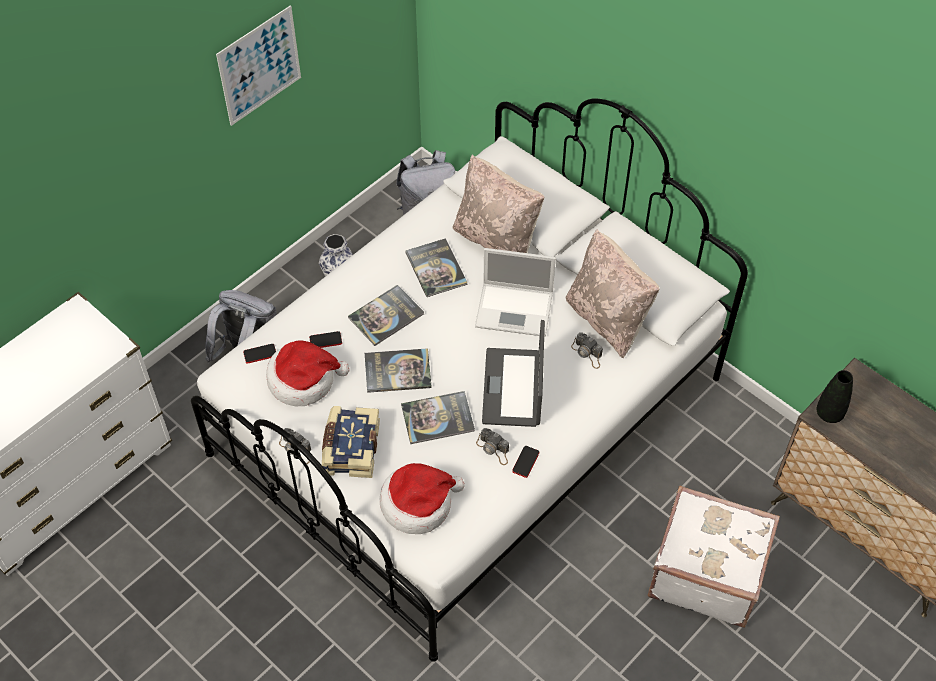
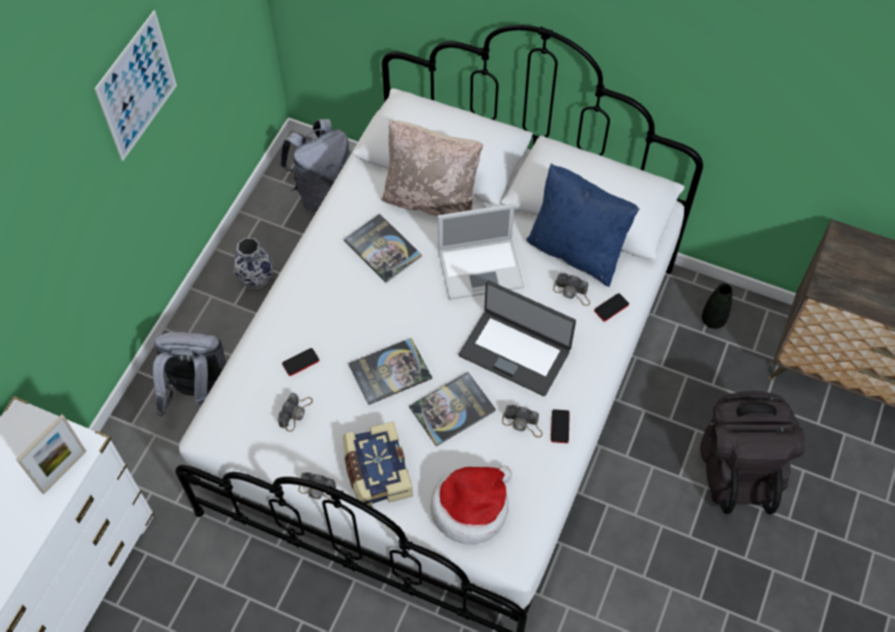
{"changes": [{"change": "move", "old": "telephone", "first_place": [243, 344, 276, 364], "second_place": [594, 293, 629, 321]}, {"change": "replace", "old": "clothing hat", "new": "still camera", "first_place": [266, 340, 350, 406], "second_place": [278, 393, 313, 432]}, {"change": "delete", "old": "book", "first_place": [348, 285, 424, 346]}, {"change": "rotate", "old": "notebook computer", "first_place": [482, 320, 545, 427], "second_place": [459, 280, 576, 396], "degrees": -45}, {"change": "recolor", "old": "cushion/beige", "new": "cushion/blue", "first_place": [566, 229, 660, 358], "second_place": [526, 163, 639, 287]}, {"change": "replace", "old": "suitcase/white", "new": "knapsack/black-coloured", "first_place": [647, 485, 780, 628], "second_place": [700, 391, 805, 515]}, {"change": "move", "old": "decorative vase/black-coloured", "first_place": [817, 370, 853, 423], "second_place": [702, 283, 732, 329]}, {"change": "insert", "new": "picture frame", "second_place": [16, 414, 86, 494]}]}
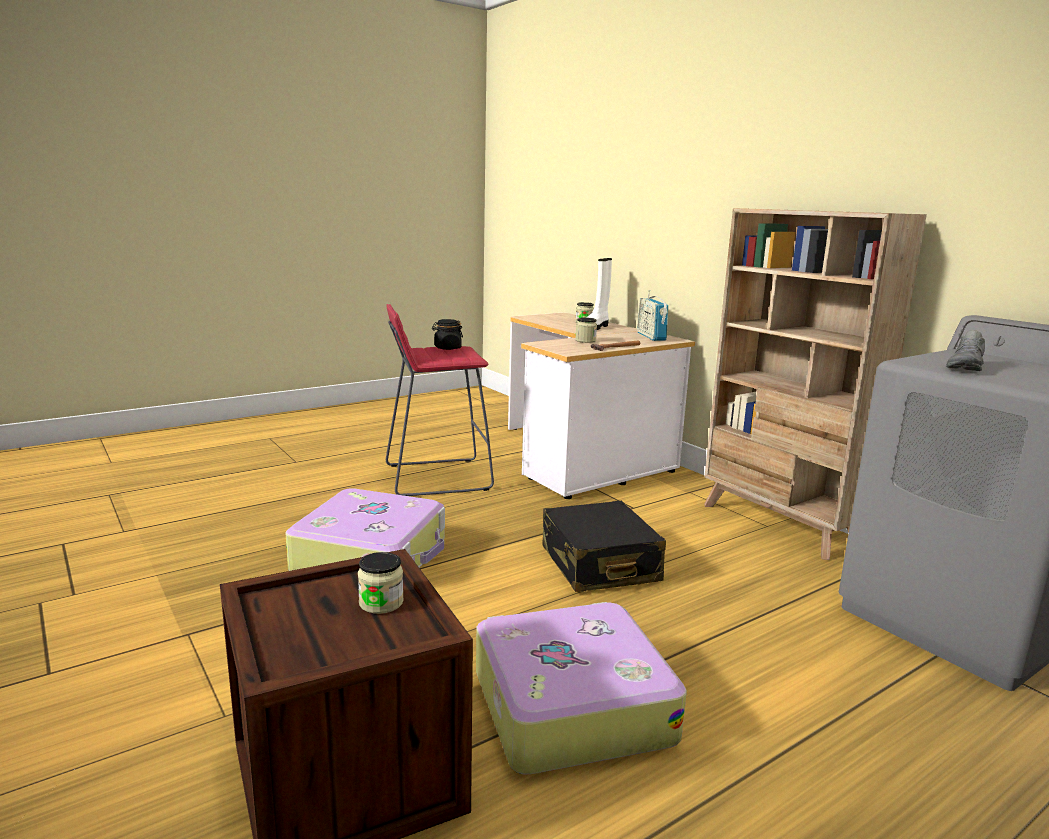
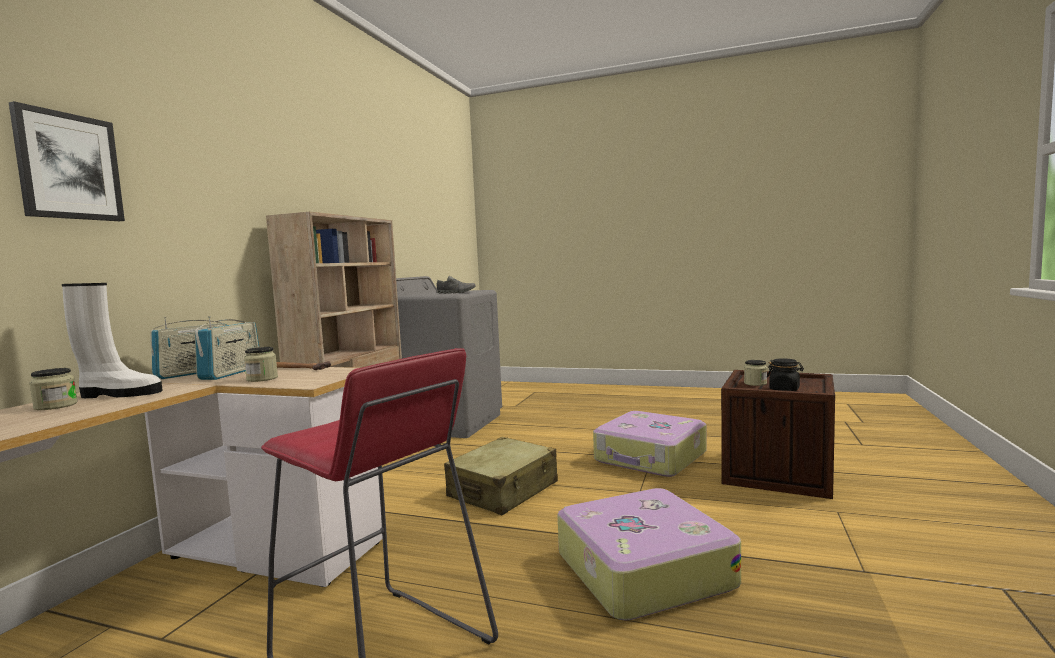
{"changes": [{"change": "move", "old": "storage jar/black-coloured", "first_place": [432, 319, 463, 350], "second_place": [767, 358, 804, 391]}, {"change": "recolor", "old": "suitcase/black-coloured", "new": "suitcase/beige", "first_place": [543, 501, 666, 592], "second_place": [444, 437, 558, 515]}, {"change": "insert", "new": "wall picture", "second_place": [9, 101, 125, 221]}, {"change": "insert", "new": "radio", "second_place": [194, 316, 259, 380]}]}
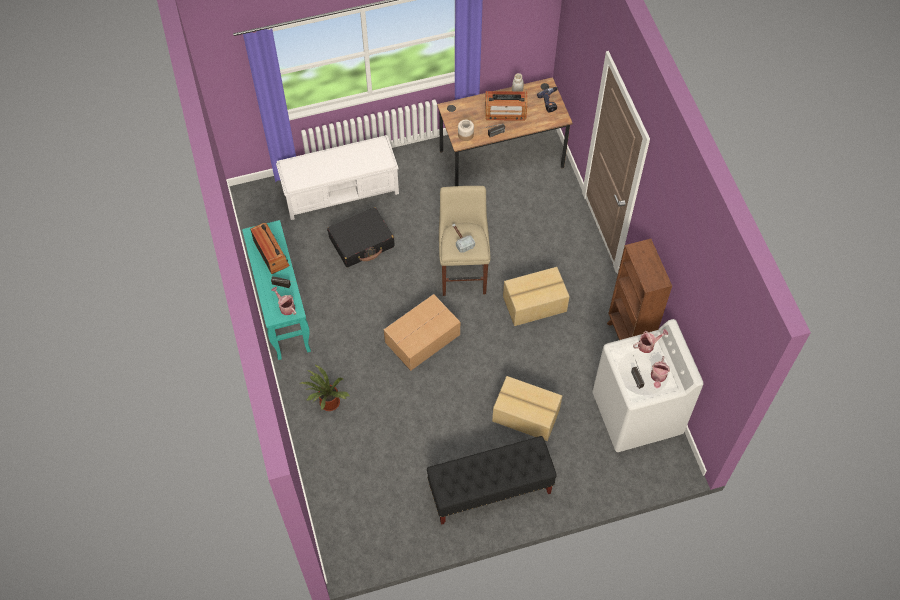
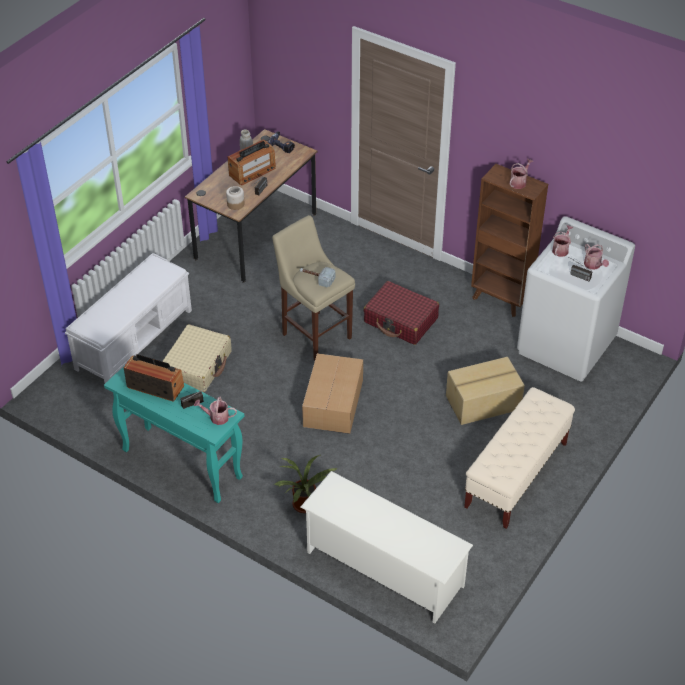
{"changes": [{"change": "recolor", "old": "suitcase/black-coloured", "new": "suitcase/beige", "first_place": [327, 207, 394, 267], "second_place": [162, 324, 232, 392]}, {"change": "recolor", "old": "indoor bench/black-coloured", "new": "indoor bench/beige", "first_place": [427, 436, 556, 525], "second_place": [464, 387, 575, 529]}, {"change": "replace", "old": "carton", "new": "suitcase/reddish", "first_place": [503, 267, 570, 326], "second_place": [364, 281, 439, 345]}, {"change": "insert", "new": "shoe shelf/white", "second_place": [300, 471, 473, 623]}, {"change": "insert", "new": "sprinkling can", "second_place": [509, 158, 534, 189]}]}
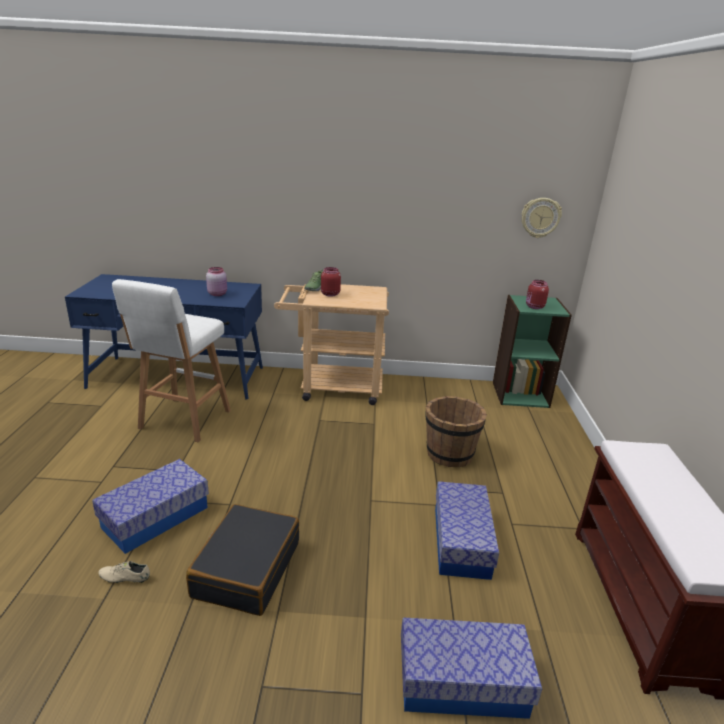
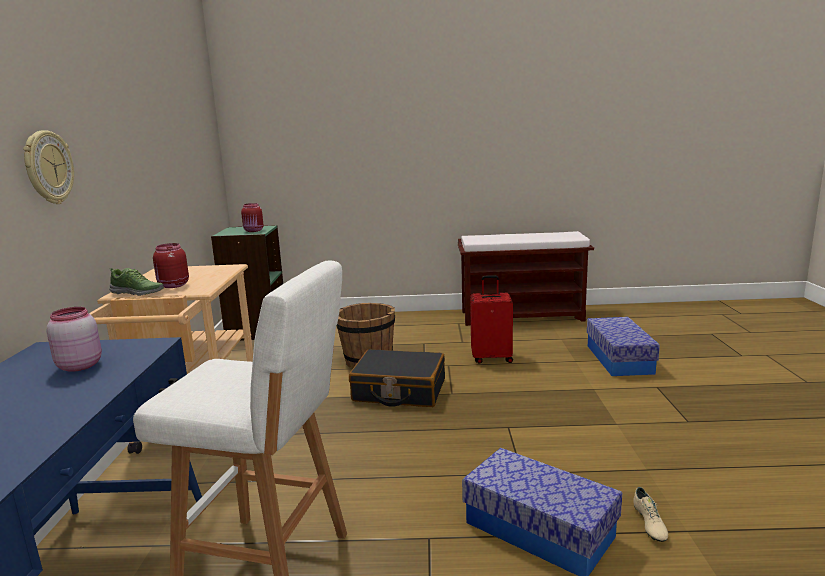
{"changes": [{"change": "move", "old": "suitcase/black-coloured", "first_place": [186, 504, 299, 616], "second_place": [349, 349, 445, 407]}, {"change": "replace", "old": "storage container", "new": "suitcase/reddish", "first_place": [435, 481, 499, 580], "second_place": [470, 275, 513, 364]}, {"change": "move", "old": "clock on the wall", "first_place": [522, 198, 562, 238], "second_place": [23, 130, 74, 204]}]}
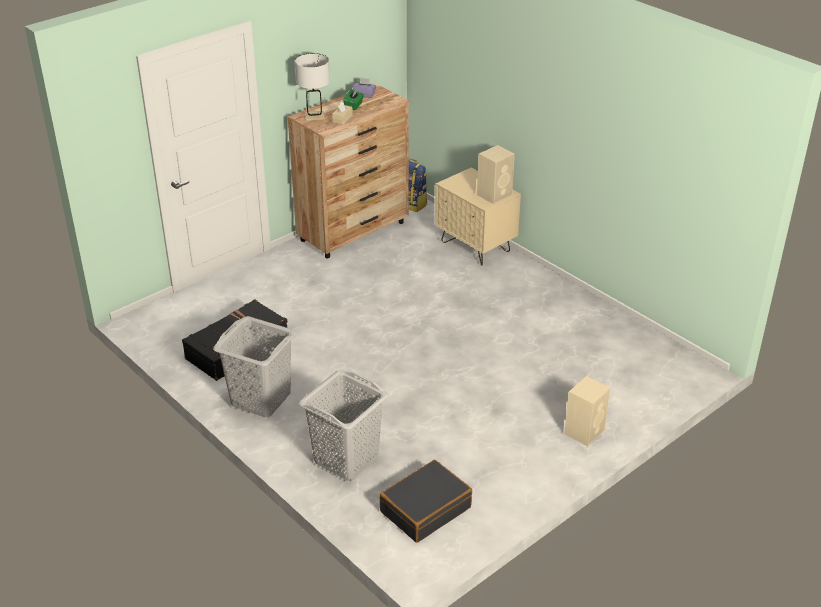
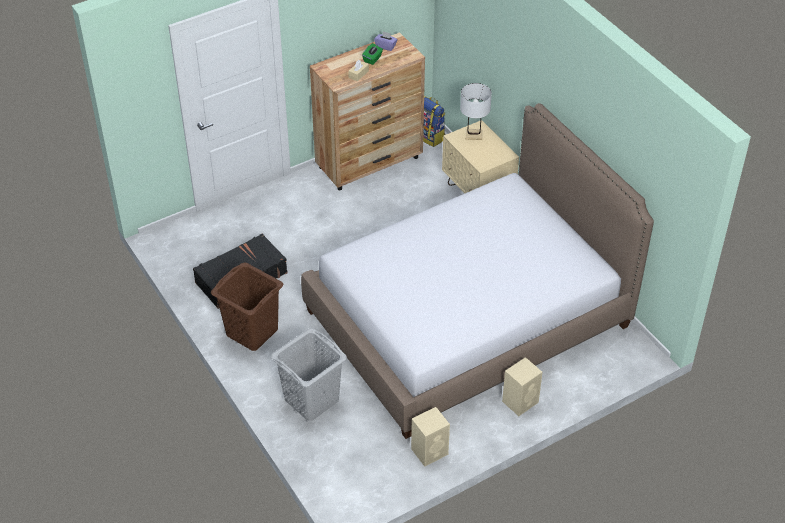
{"changes": [{"change": "recolor", "old": "hamper/greyish", "new": "hamper/brown", "first_place": [213, 316, 296, 417], "second_place": [211, 263, 283, 351]}, {"change": "move", "old": "lamp for a table/white", "first_place": [295, 53, 330, 121], "second_place": [460, 83, 492, 140]}, {"change": "delete", "old": "suitcase/black-coloured", "first_place": [380, 460, 472, 542]}, {"change": "move", "old": "loudspeaker/beige", "first_place": [477, 145, 515, 204], "second_place": [411, 407, 450, 467]}, {"change": "insert", "new": "bed", "second_place": [301, 103, 654, 439]}]}
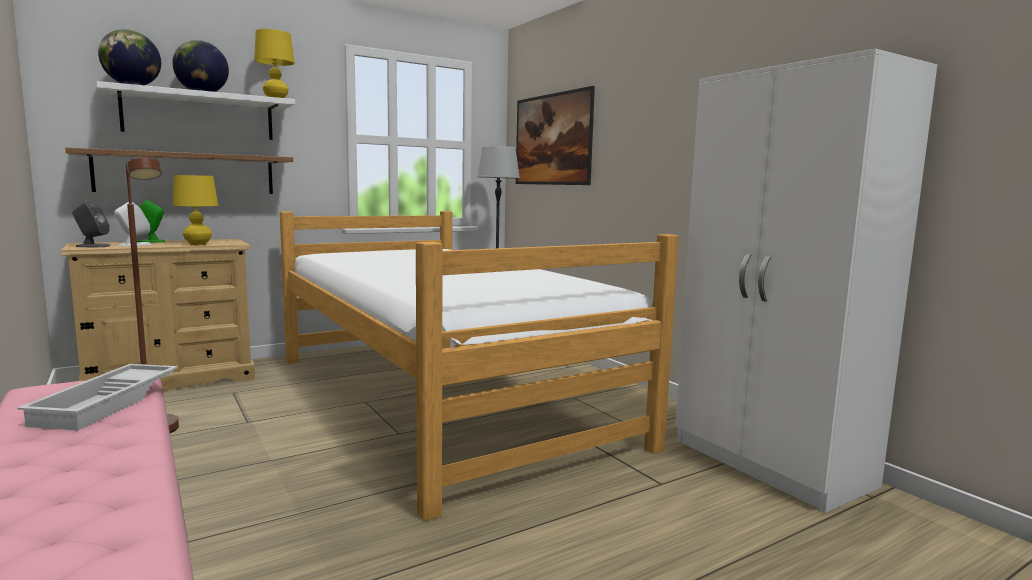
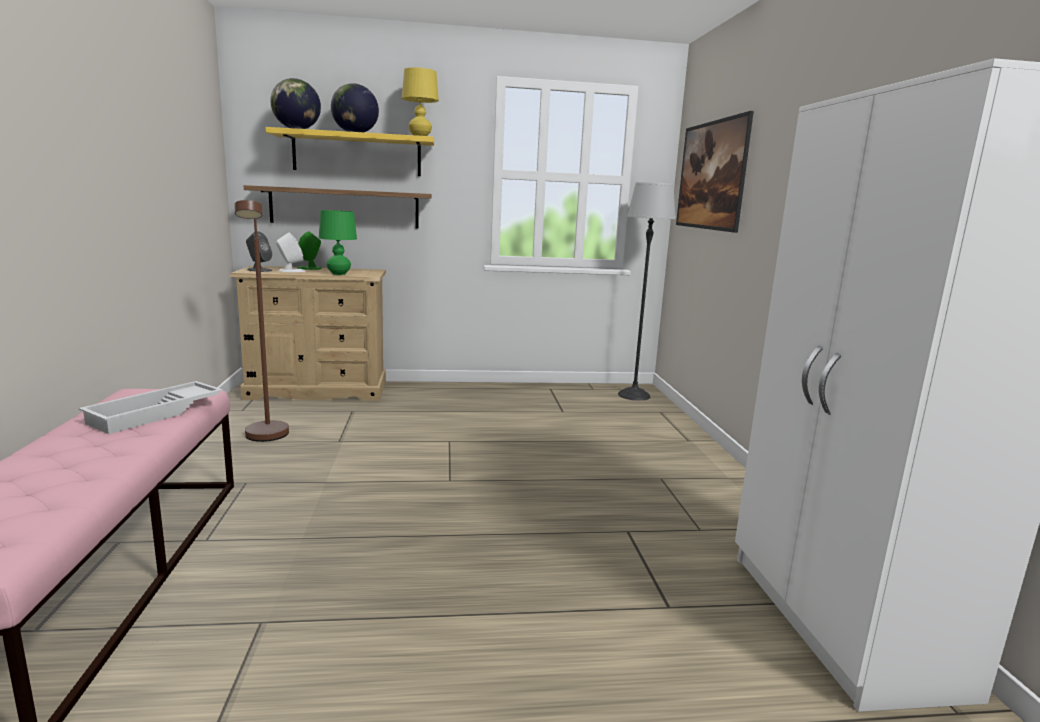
{"changes": [{"change": "recolor", "old": "bracket shelf/white", "new": "bracket shelf/yellow-coloured", "first_place": [96, 81, 295, 140], "second_place": [265, 127, 434, 176]}, {"change": "recolor", "old": "lamp for a table/yellow-coloured", "new": "lamp for a table/green-coloured", "first_place": [172, 175, 218, 245], "second_place": [319, 210, 357, 275]}, {"change": "delete", "old": "bed", "first_place": [280, 211, 679, 521]}]}
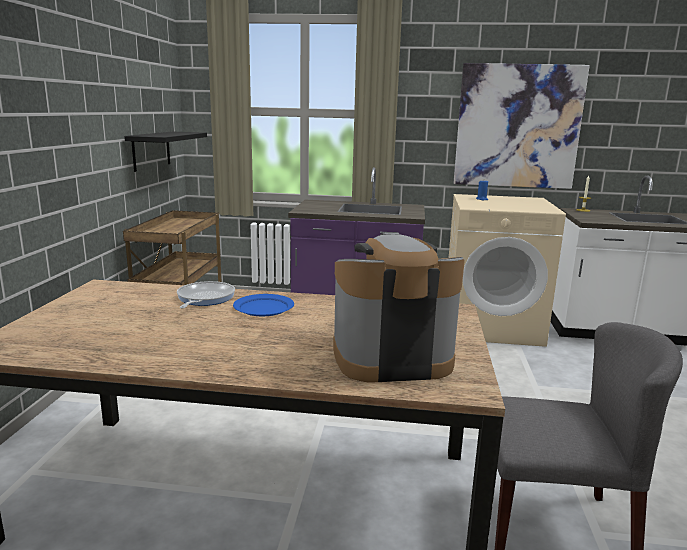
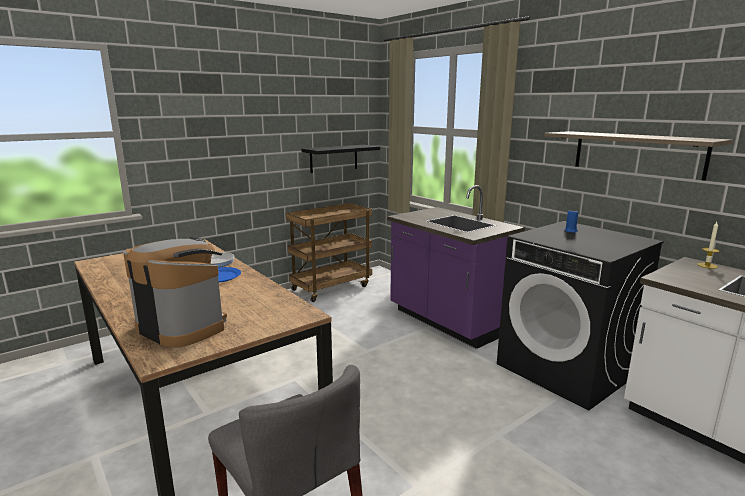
{"changes": [{"change": "recolor", "old": "washing machine/beige", "new": "washing machine/black-coloured", "first_place": [449, 194, 566, 347], "second_place": [497, 221, 664, 411]}, {"change": "replace", "old": "wall picture", "new": "bracket shelf", "first_place": [454, 63, 590, 189], "second_place": [544, 131, 733, 181]}]}
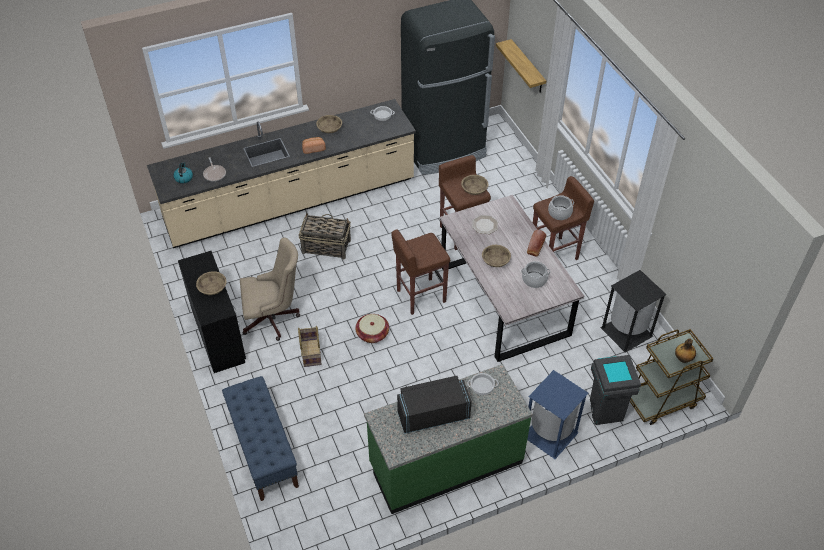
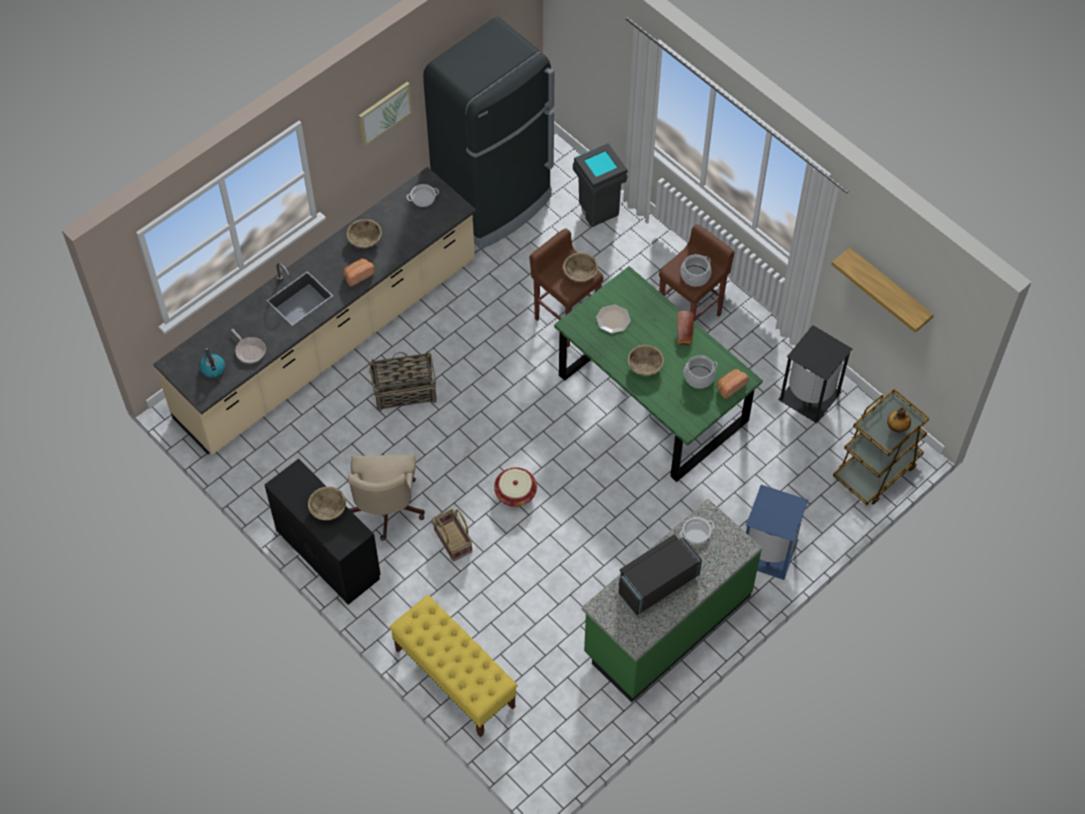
{"changes": [{"change": "recolor", "old": "indoor bench/blue", "new": "indoor bench/yellow-coloured", "first_place": [222, 376, 299, 501], "second_place": [389, 595, 518, 738]}, {"change": "rotate", "old": "desk chair/beige", "first_place": [240, 238, 300, 341], "second_place": [348, 455, 425, 541], "degrees": 120}, {"change": "delete", "old": "sitting stool/brown", "first_place": [391, 229, 450, 315]}, {"change": "recolor", "old": "dining table/greyish", "new": "dining table/green-coloured", "first_place": [440, 195, 584, 362], "second_place": [554, 266, 763, 482]}, {"change": "move", "old": "bracket shelf", "first_place": [496, 39, 546, 93], "second_place": [831, 248, 934, 333]}, {"change": "move", "old": "waste bin/greyish", "first_place": [590, 355, 641, 425], "second_place": [573, 143, 628, 227]}, {"change": "insert", "new": "wall picture", "second_place": [359, 82, 412, 146]}, {"change": "insert", "new": "bakery bread", "second_place": [717, 369, 749, 399]}]}
